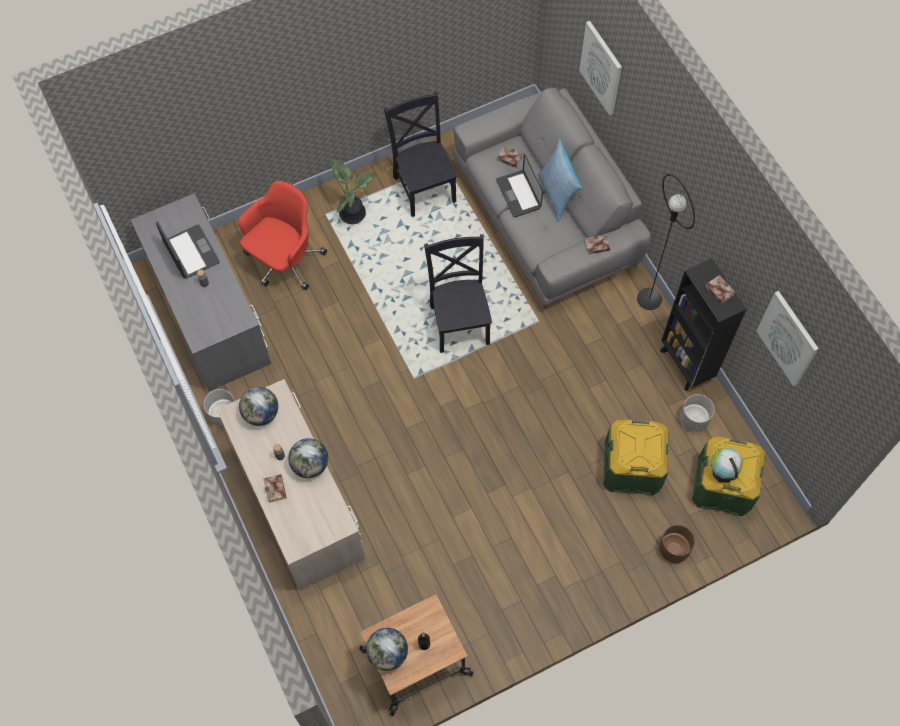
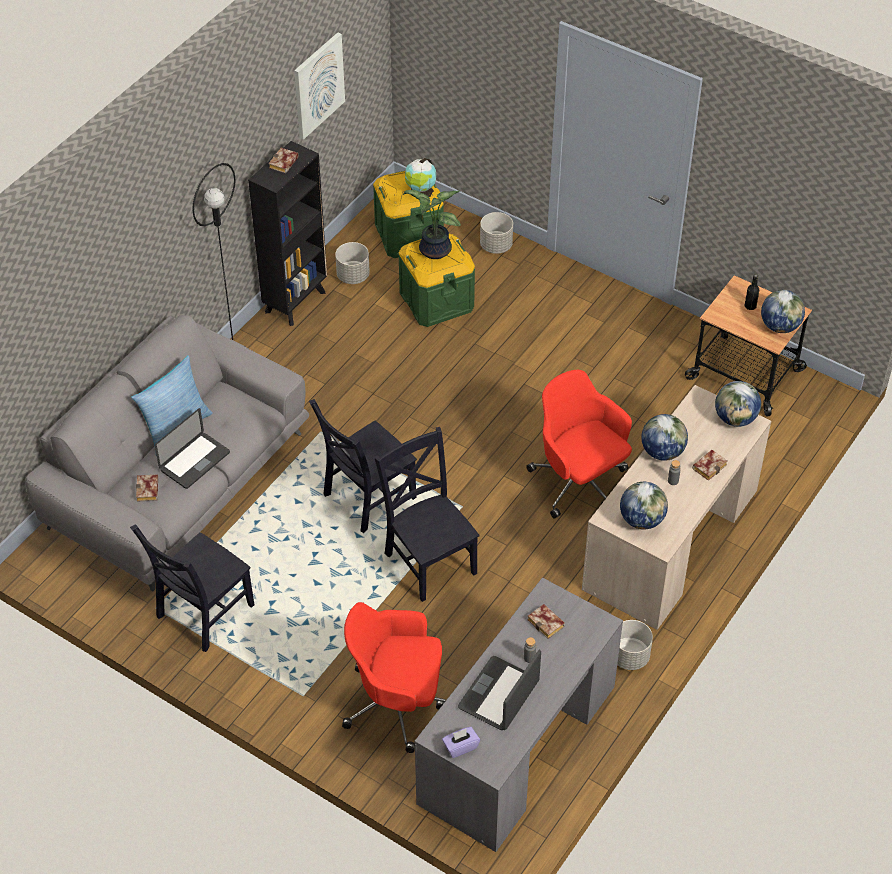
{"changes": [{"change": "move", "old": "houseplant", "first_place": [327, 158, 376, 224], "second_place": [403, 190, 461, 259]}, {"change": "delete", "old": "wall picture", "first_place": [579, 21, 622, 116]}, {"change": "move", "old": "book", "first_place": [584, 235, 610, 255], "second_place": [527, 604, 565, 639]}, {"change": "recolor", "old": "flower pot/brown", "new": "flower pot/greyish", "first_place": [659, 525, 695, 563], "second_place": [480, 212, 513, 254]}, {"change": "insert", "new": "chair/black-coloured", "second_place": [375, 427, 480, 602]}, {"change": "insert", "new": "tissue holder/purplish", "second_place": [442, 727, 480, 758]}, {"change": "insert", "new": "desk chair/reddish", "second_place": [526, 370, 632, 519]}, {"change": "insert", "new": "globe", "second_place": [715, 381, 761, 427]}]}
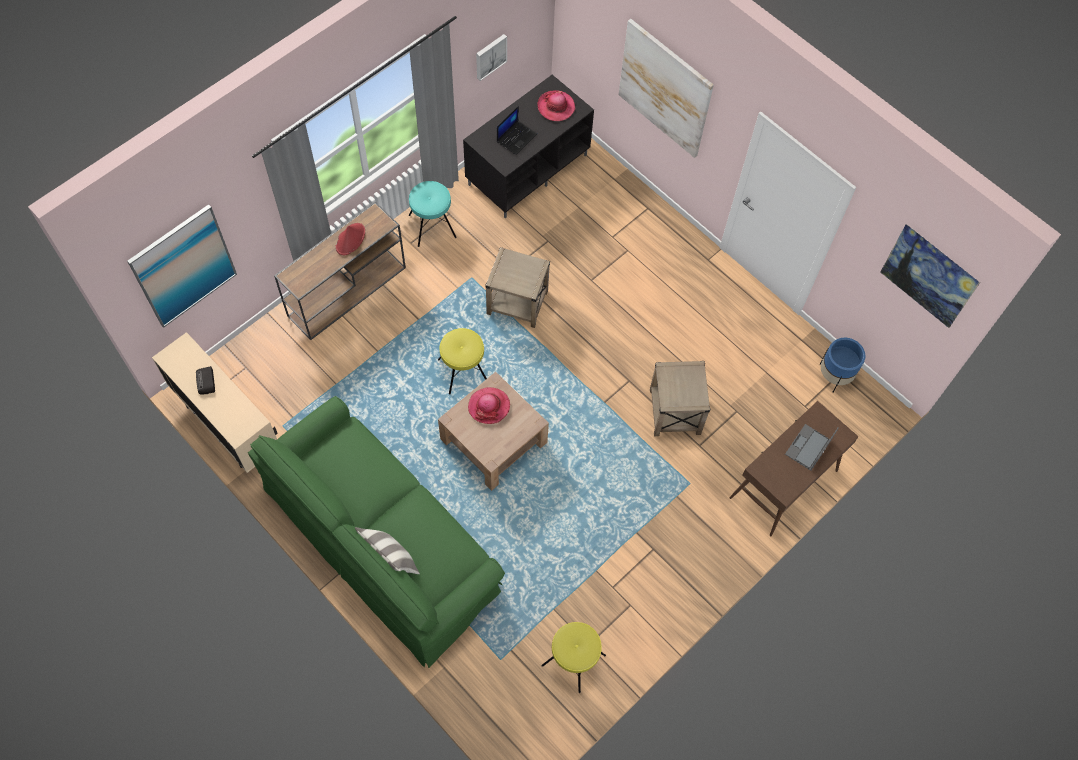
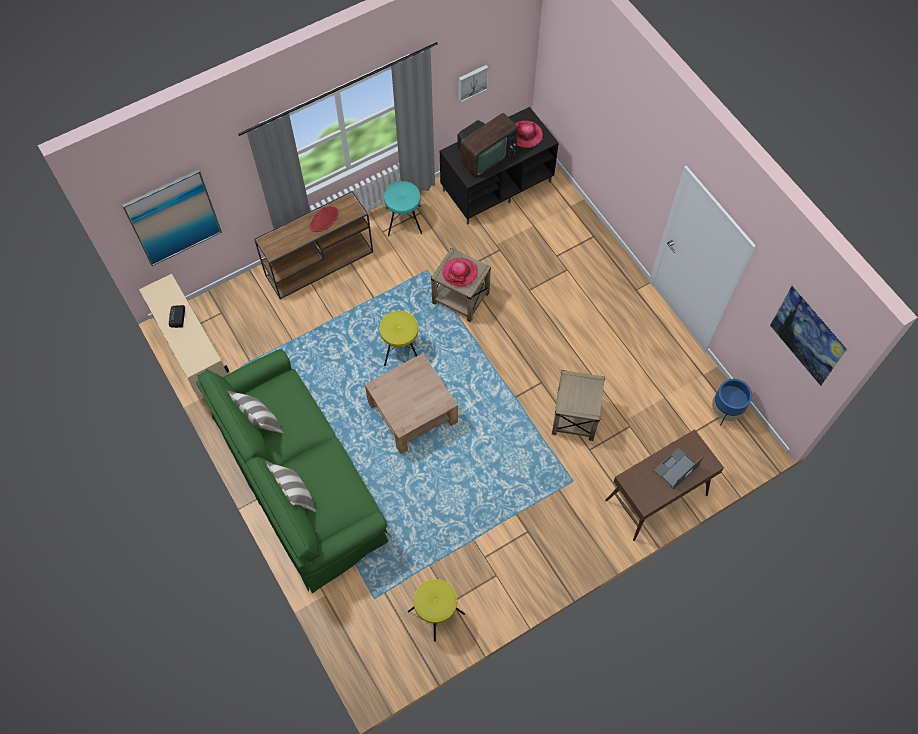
{"changes": [{"change": "move", "old": "clothing hat", "first_place": [468, 387, 510, 424], "second_place": [442, 258, 478, 287]}, {"change": "replace", "old": "notebook computer", "new": "TV set", "first_place": [497, 106, 537, 155], "second_place": [457, 113, 518, 178]}, {"change": "delete", "old": "wall picture", "first_place": [619, 19, 714, 158]}, {"change": "insert", "new": "cushion", "second_place": [227, 391, 284, 433]}]}
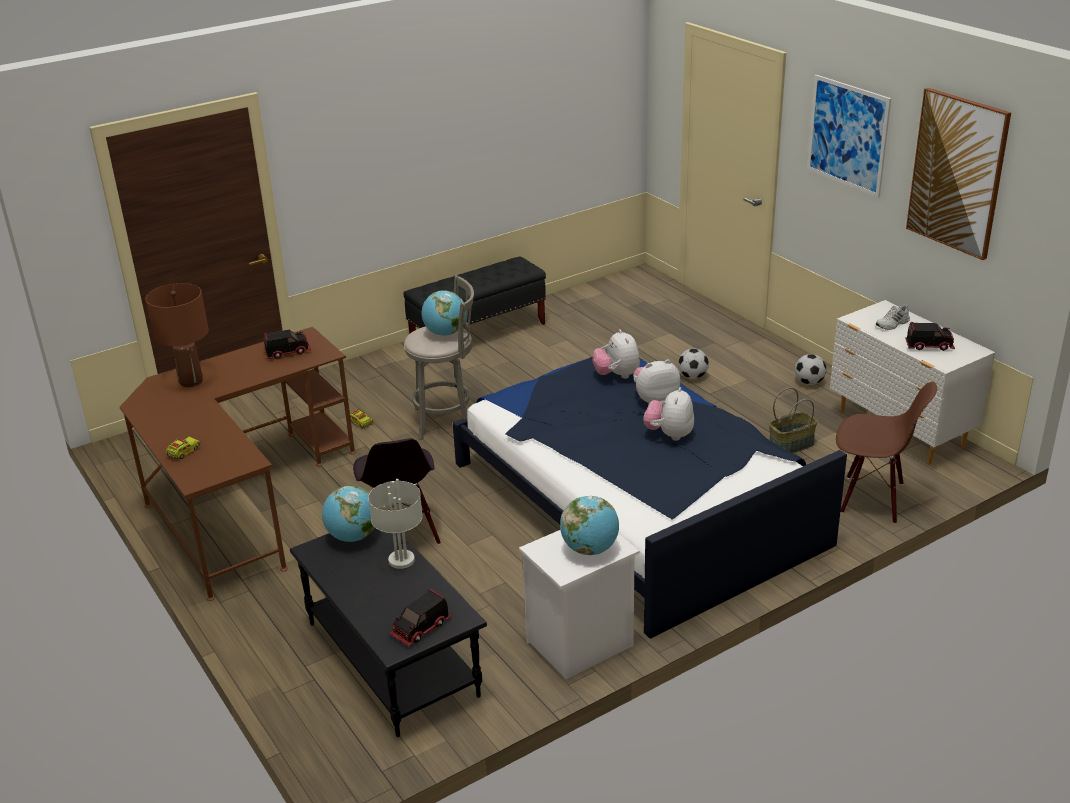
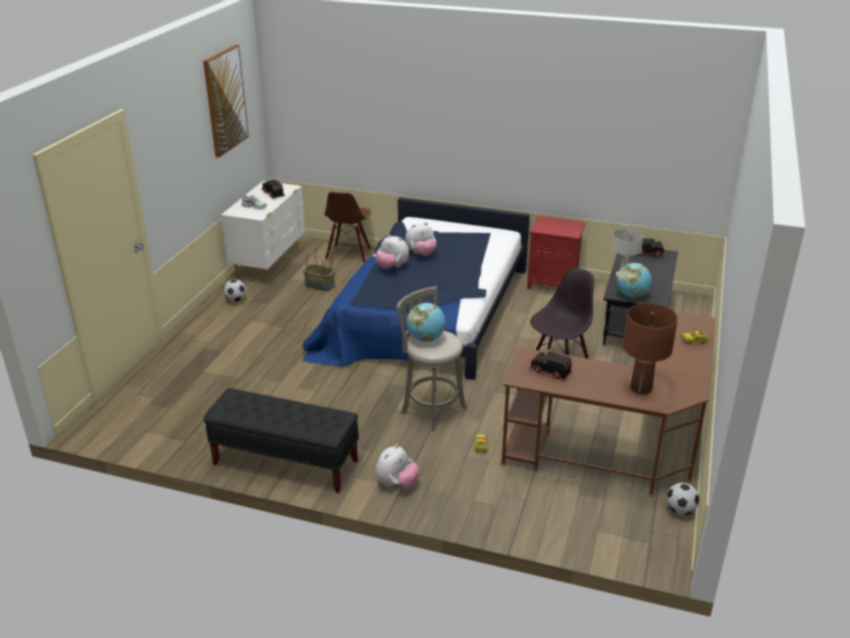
{"changes": [{"change": "recolor", "old": "nightstand/white", "new": "nightstand/reddish", "first_place": [519, 530, 639, 679], "second_place": [527, 216, 586, 289]}, {"change": "delete", "old": "globe", "first_place": [560, 496, 619, 555]}, {"change": "move", "old": "soft toy", "first_place": [592, 329, 640, 379], "second_place": [375, 444, 420, 488]}, {"change": "move", "old": "football ball", "first_place": [678, 348, 709, 379], "second_place": [666, 483, 699, 515]}, {"change": "delete", "old": "wall picture", "first_place": [807, 75, 891, 198]}, {"change": "rotate", "old": "chair/brown", "first_place": [836, 382, 937, 524], "second_place": [324, 192, 371, 263], "degrees": -150}]}
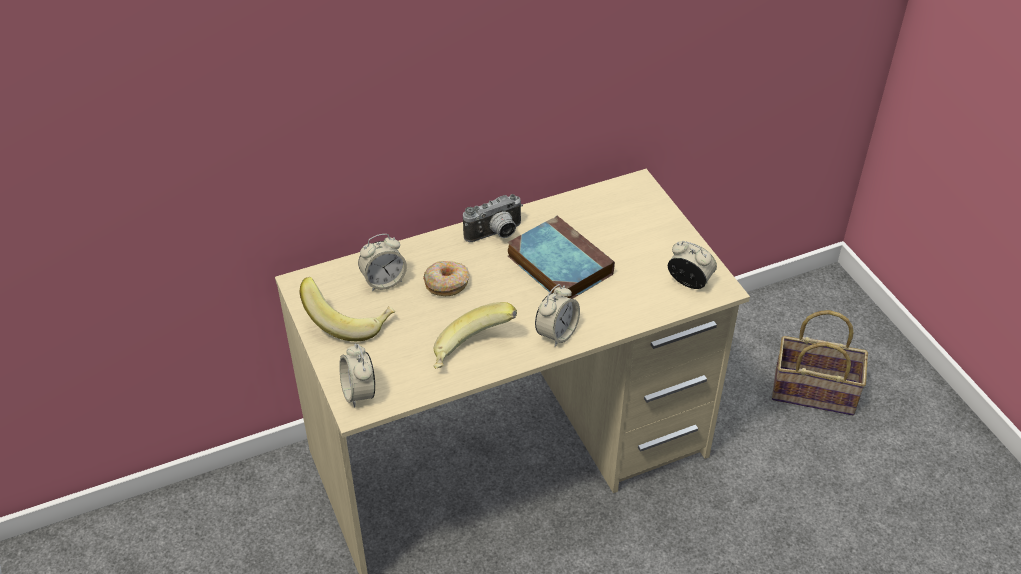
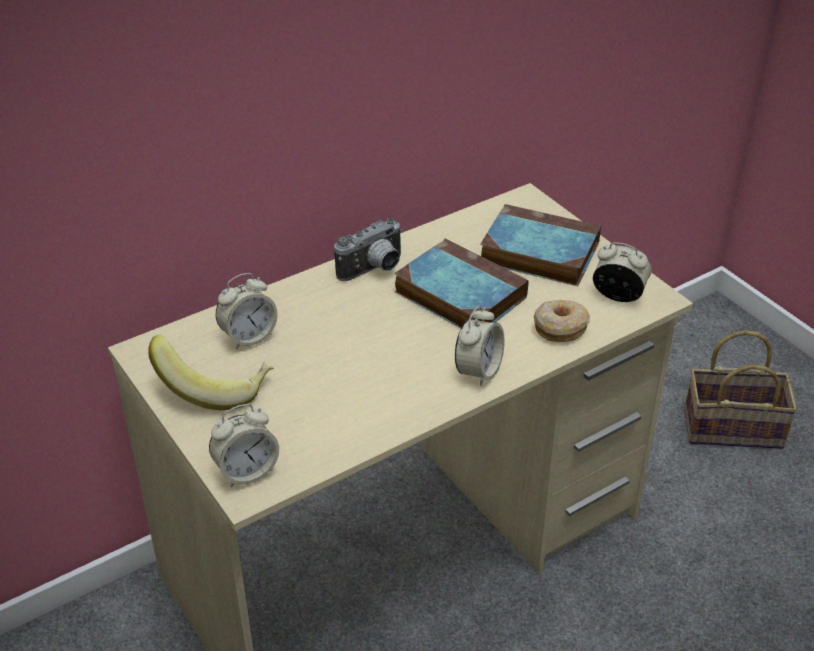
{"changes": [{"change": "rotate", "old": "bedside clock", "first_place": [339, 344, 375, 408], "second_place": [209, 404, 279, 487], "degrees": -90}, {"change": "move", "old": "doughnut", "first_place": [423, 261, 469, 296], "second_place": [534, 300, 590, 342]}, {"change": "delete", "old": "banana", "first_place": [434, 302, 517, 369]}, {"change": "insert", "new": "book", "second_place": [480, 204, 601, 286]}]}
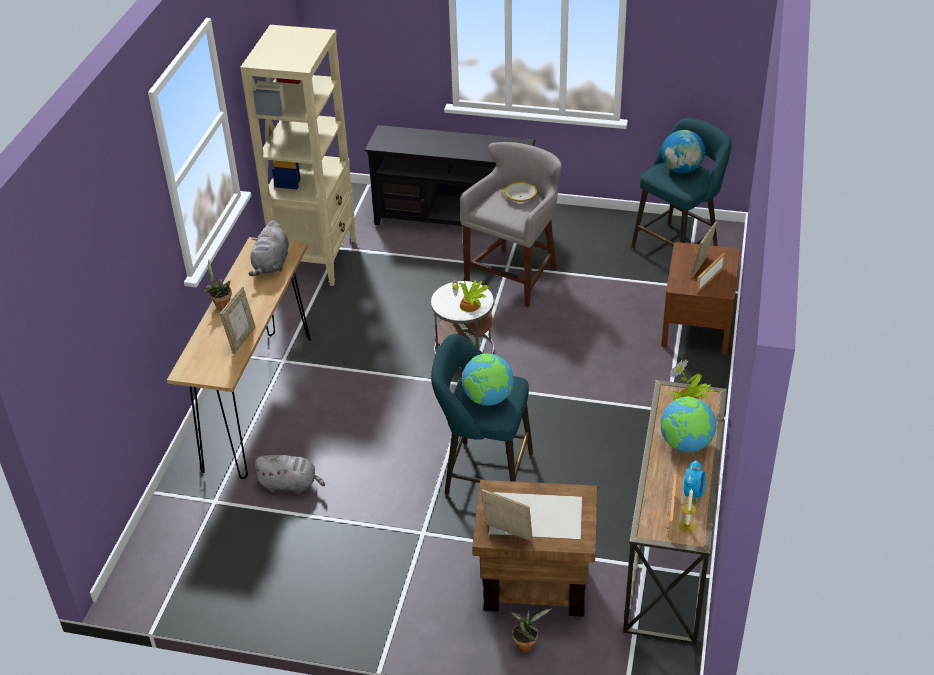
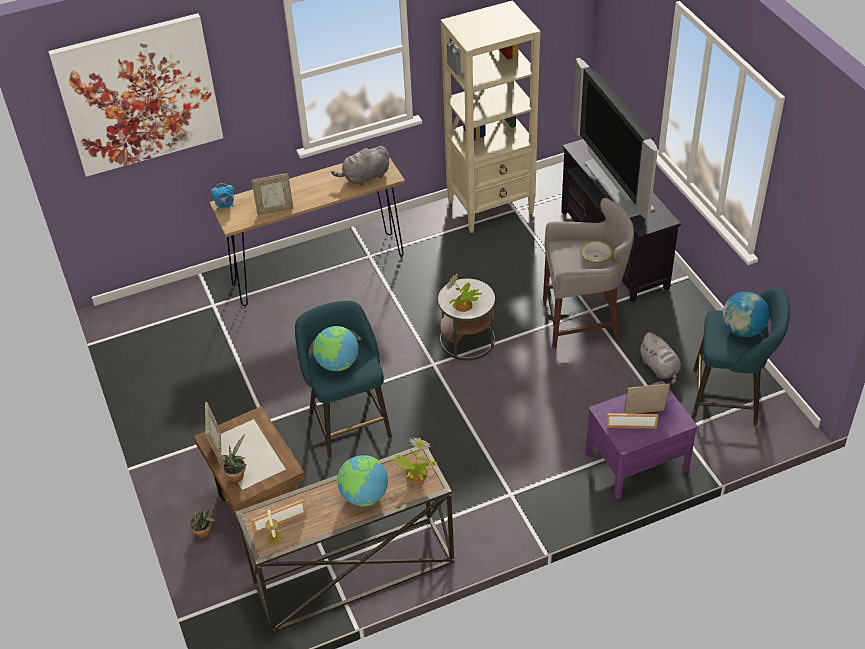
{"changes": [{"change": "move", "old": "houseplant", "first_place": [204, 260, 232, 310], "second_place": [216, 434, 247, 482]}, {"change": "move", "old": "soft toy/greyish", "first_place": [254, 455, 325, 494], "second_place": [639, 332, 681, 385]}, {"change": "recolor", "old": "nightstand/brown", "new": "nightstand/purplish", "first_place": [661, 242, 740, 355], "second_place": [586, 381, 697, 499]}, {"change": "move", "old": "bedside clock", "first_place": [684, 460, 706, 504], "second_place": [211, 183, 234, 211]}, {"change": "insert", "new": "wall picture", "second_place": [48, 13, 224, 177]}, {"change": "insert", "new": "TV set", "second_place": [573, 58, 658, 220]}]}
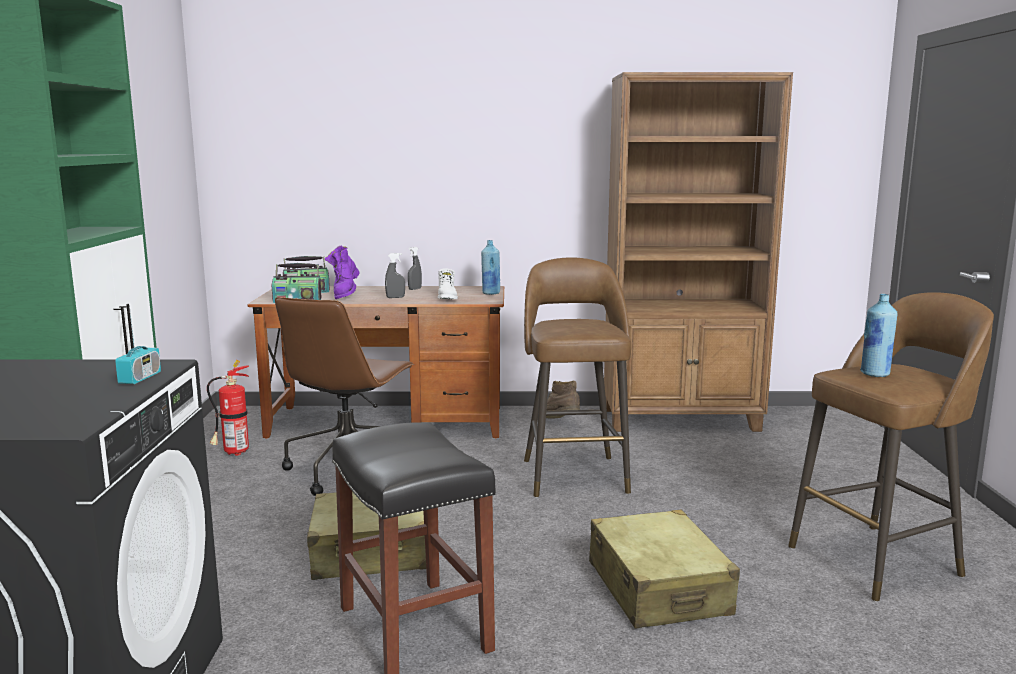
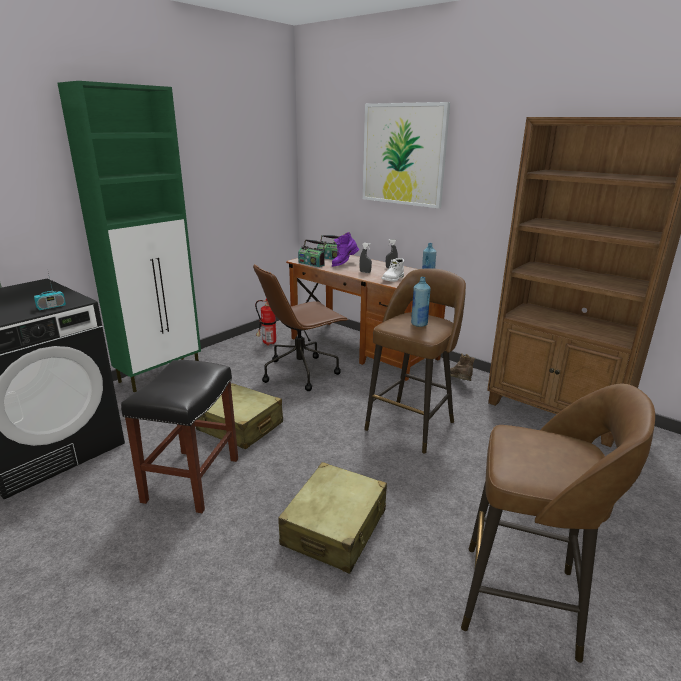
{"changes": [{"change": "move", "old": "bottle/blue", "first_place": [860, 294, 898, 377], "second_place": [411, 277, 431, 327]}, {"change": "insert", "new": "wall picture", "second_place": [363, 102, 450, 209]}]}
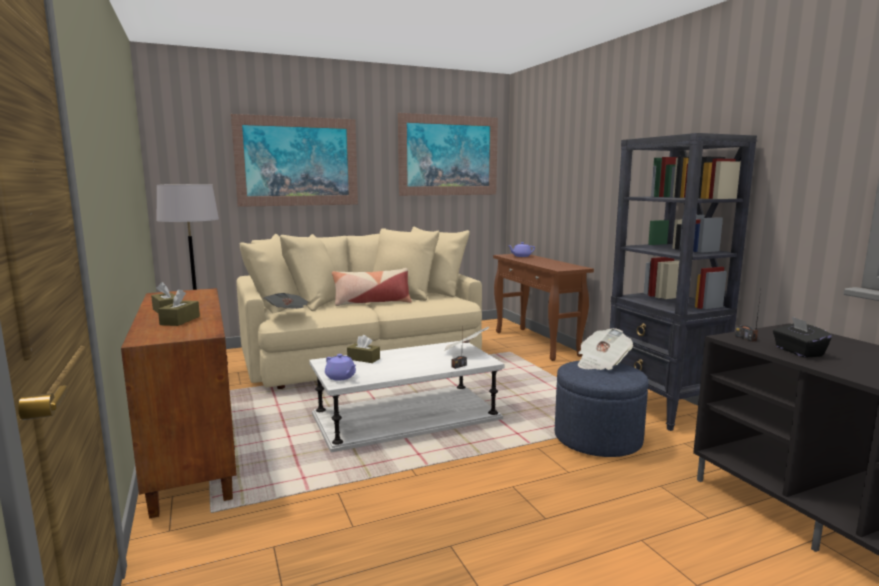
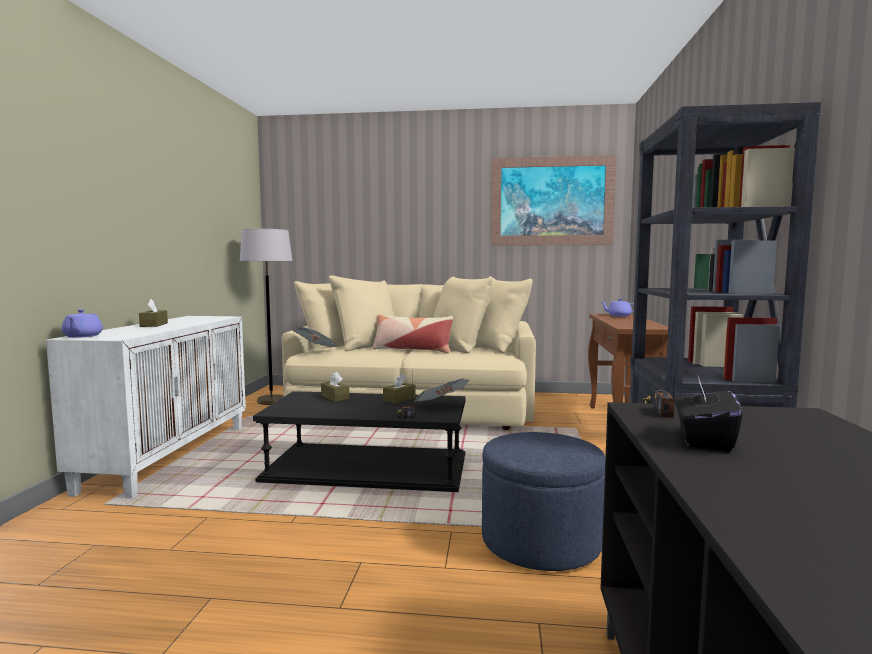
{"changes": [{"change": "recolor", "old": "cabinet/brown", "new": "cabinet/white", "first_place": [121, 288, 237, 519], "second_place": [46, 316, 246, 499]}, {"change": "move", "old": "tissue holder/brown", "first_place": [158, 289, 200, 326], "second_place": [383, 373, 416, 404]}, {"change": "delete", "old": "wall picture", "first_place": [231, 114, 358, 207]}, {"change": "recolor", "old": "low table/white", "new": "low table/black-coloured", "first_place": [309, 341, 505, 453], "second_place": [253, 391, 466, 492]}, {"change": "move", "old": "teapot/purplish", "first_place": [325, 354, 356, 381], "second_place": [61, 309, 103, 338]}, {"change": "delete", "old": "daily paper", "first_place": [578, 328, 633, 370]}]}
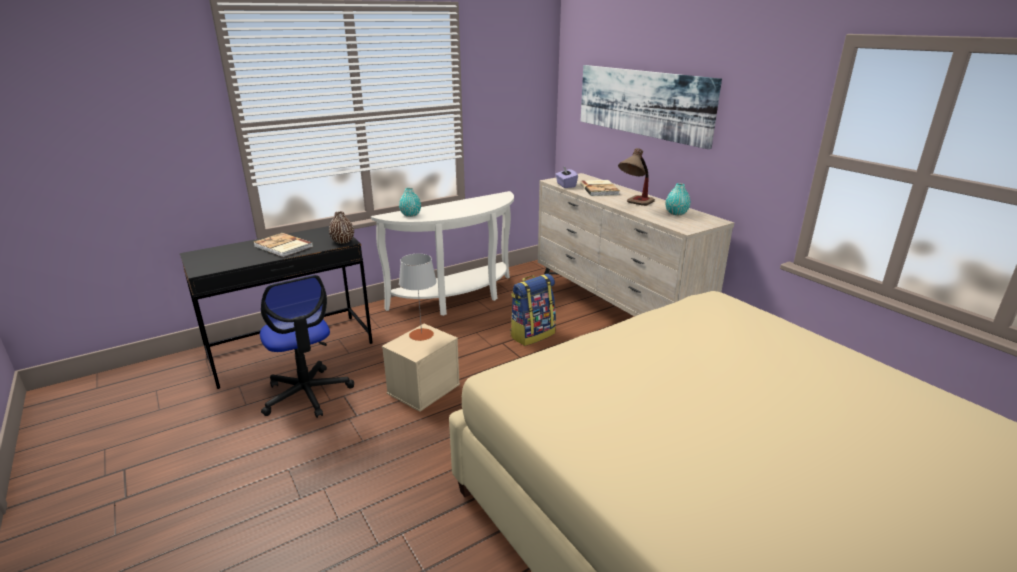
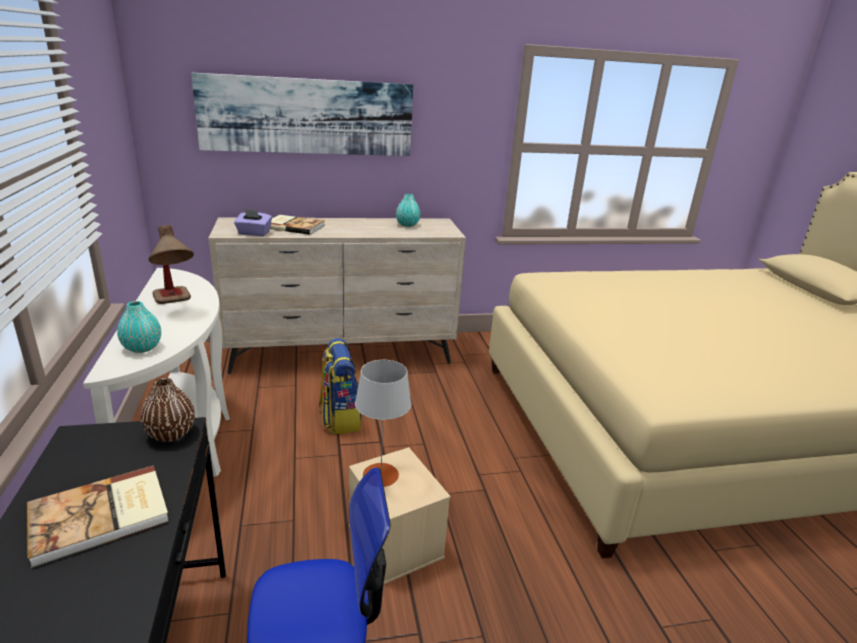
{"changes": [{"change": "move", "old": "lamp for a table", "first_place": [618, 148, 655, 206], "second_place": [149, 225, 194, 304]}]}
